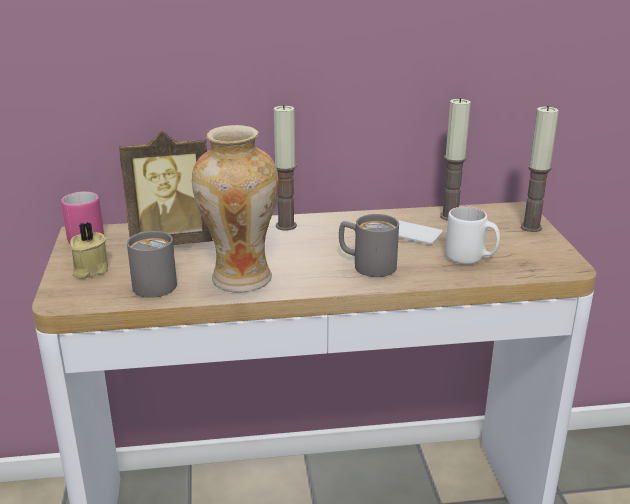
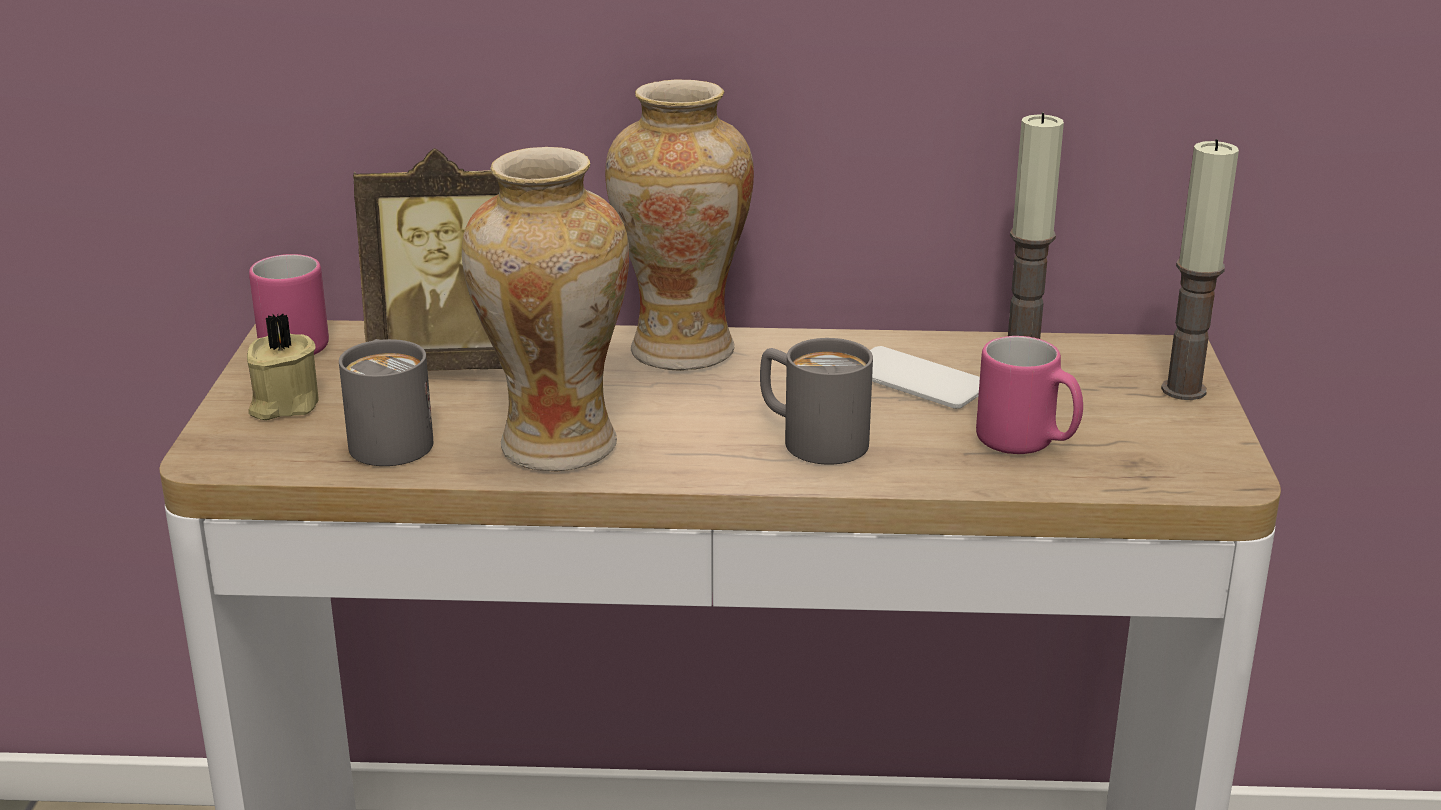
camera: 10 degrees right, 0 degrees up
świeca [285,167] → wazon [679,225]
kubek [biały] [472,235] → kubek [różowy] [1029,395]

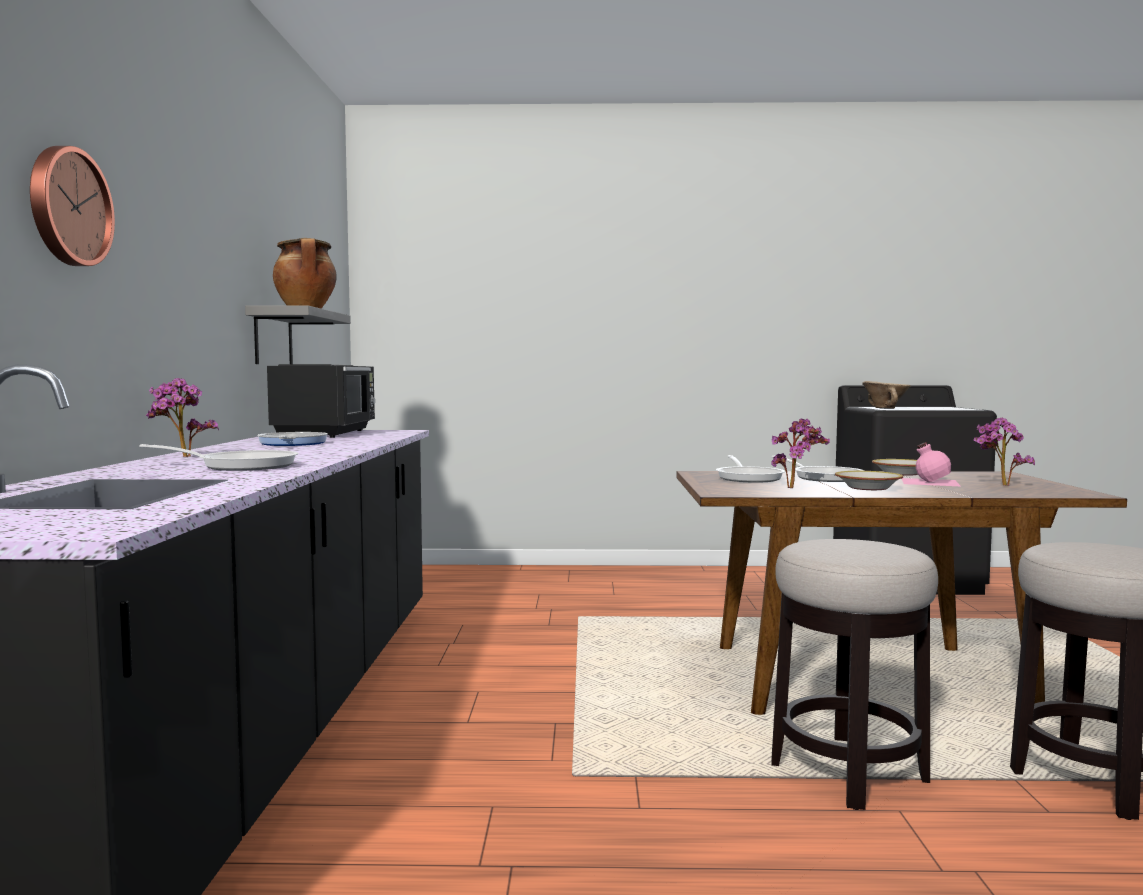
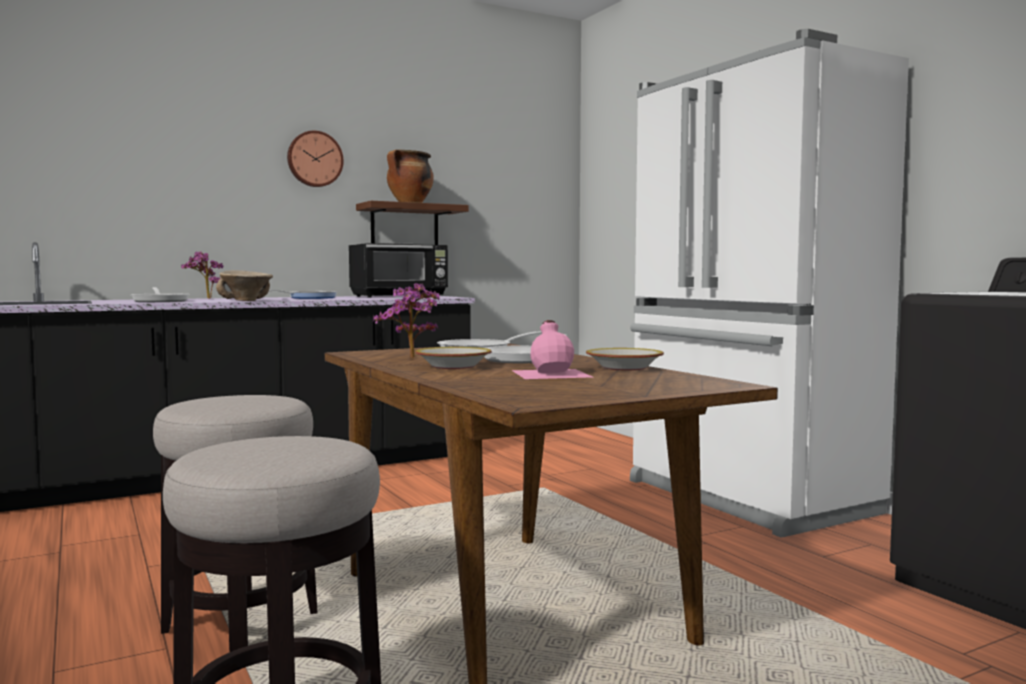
camera: 60 degrees right, 0 degrees up
zegar ścienny [72,206] → zegar ścienny [315,159], shifted
półka [szary] [298,334] → półka [brązowy] [412,223]
miska [beżowy] [886,395] → miska [beżowy] [244,285], shifted
roślina doniczkowa [1004,452] → -
- → lodówka [biały] [769,283]

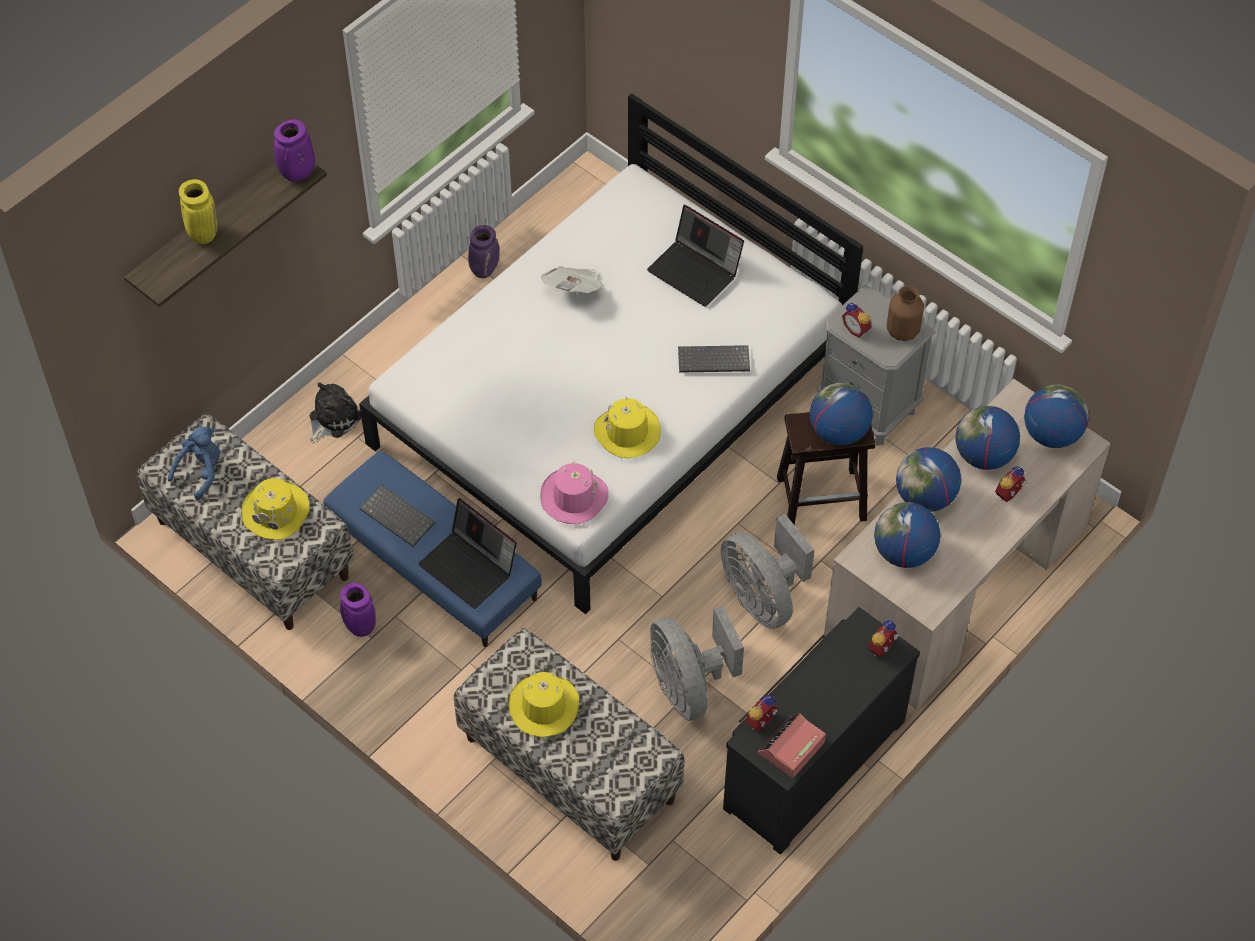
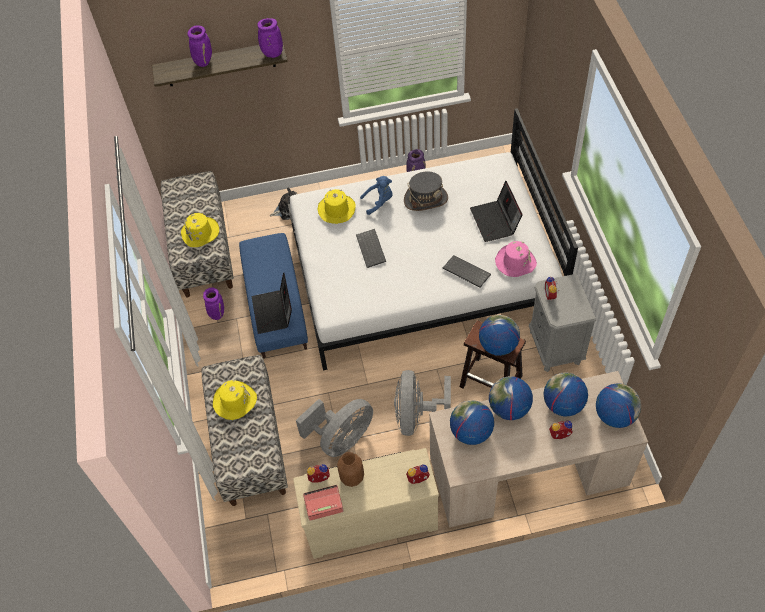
camera: 40 degrees right, 0 degrees up
wazon [żółty] [198,211] → wazon [fioletowy] [200,46]
gazeta [571,279] → kapelusz [szary] [426,191]
wazon [brązowy] [905,313] → wazon [brązowy] [350,469], shifted
kapelusz [żółty] [627,427] → kapelusz [żółty] [337,206], shifted
pluszak [niebieski] [194,463] → pluszak [niebieski] [376,195], shifted
kapelusz [różowy] [574,492] → kapelusz [różowy] [516,259], shifted
klawiatura [397,515] → klawiatura [371,248], shifted
wentylator [szary] [697,663] → wentylator [szary] [334,428], 150 degrees counterclockwise
komoda [czarny] [821,730] → komoda [beżowy] [366,503]

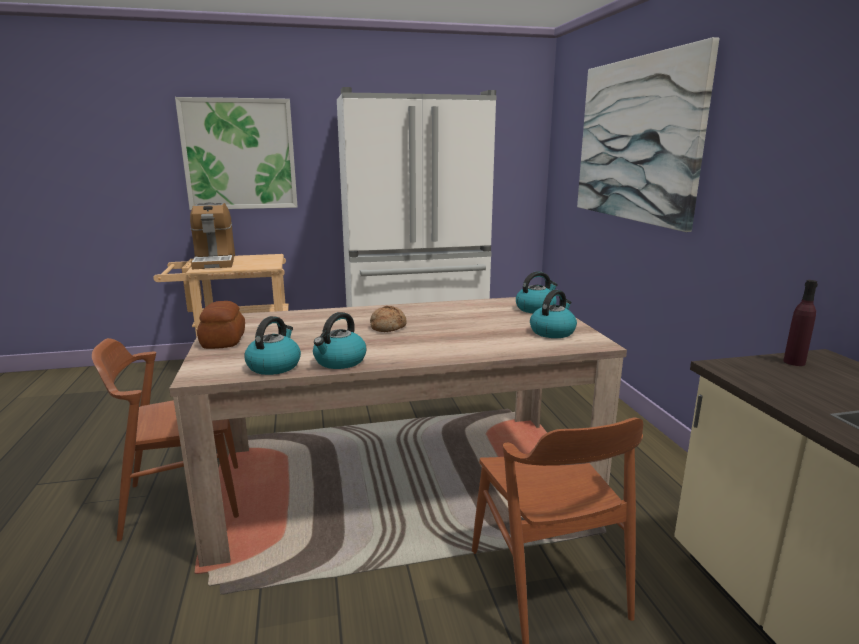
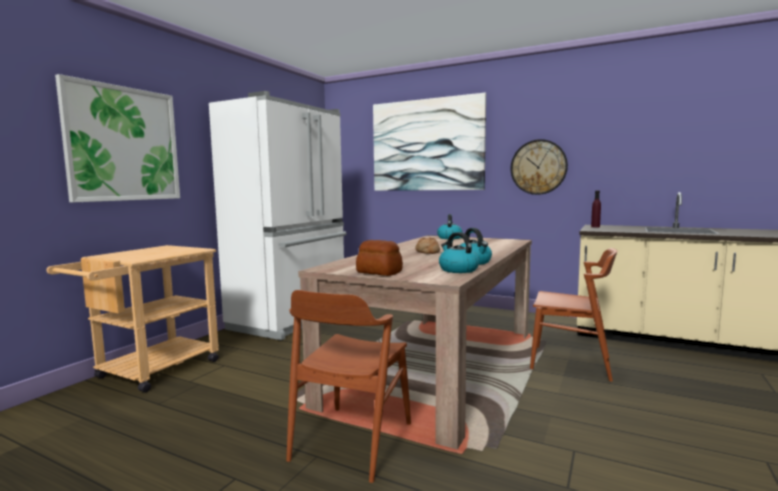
camera: 50 degrees left, 10 degrees down
ekspres do kawy [212,235] → -
czajnik [553,314] → -
- → zegar ścienny [539,167]

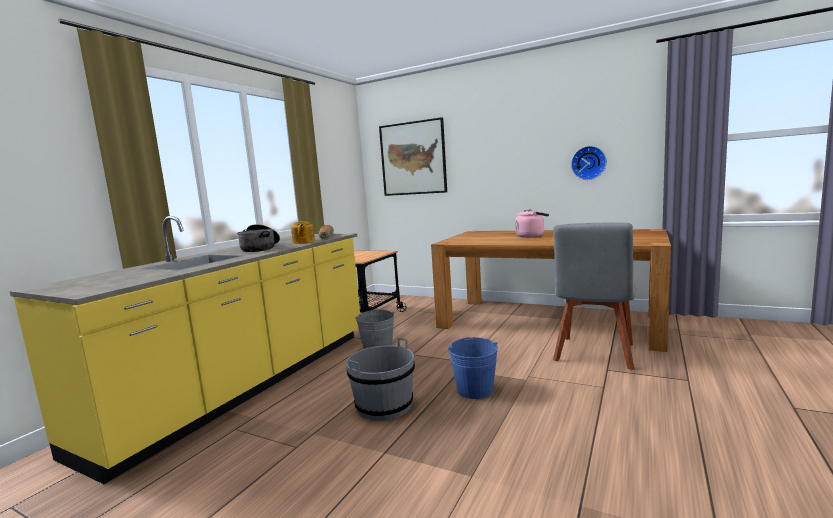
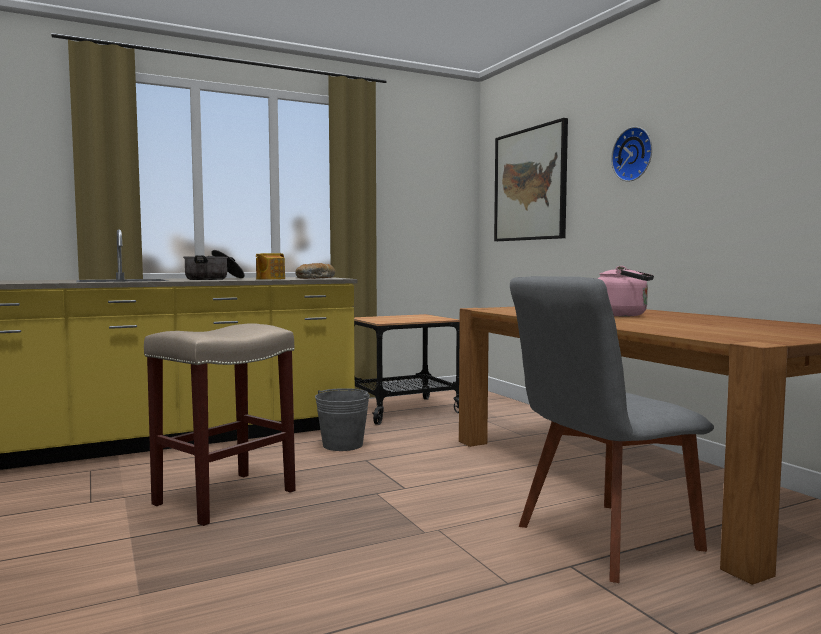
camera: 35 degrees right, 5 degrees down
zegar ścienny [589,163] → zegar ścienny [631,154], shifted
wiadro [szary] [380,379] → stołek [beżowy] [220,424]
wiadro [niebieski] [473,368] → -

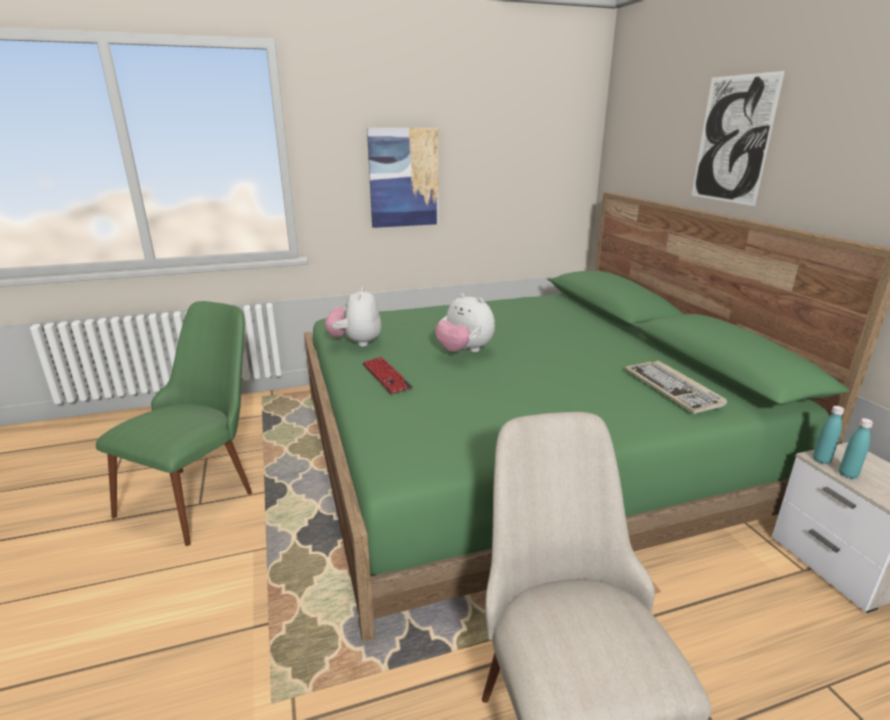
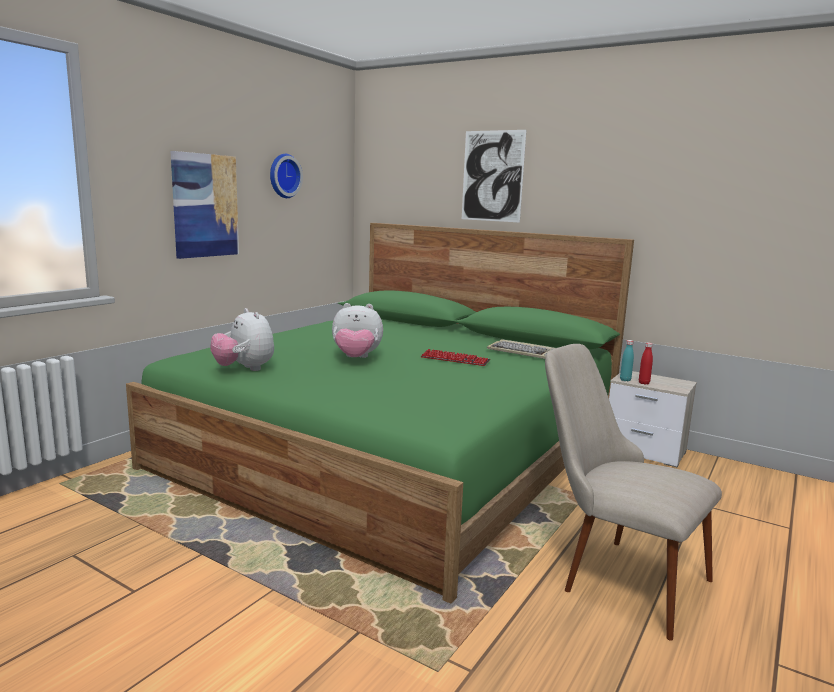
camera: 40 degrees left, 10 degrees down
krzesło [zielony] [174,423] → -
klawiatura [387,375] → klawiatura [455,357], shifted
butelka [turkusowy] [856,448] → butelka [czerwony] [646,363]
- → zegar ścienny [286,176]

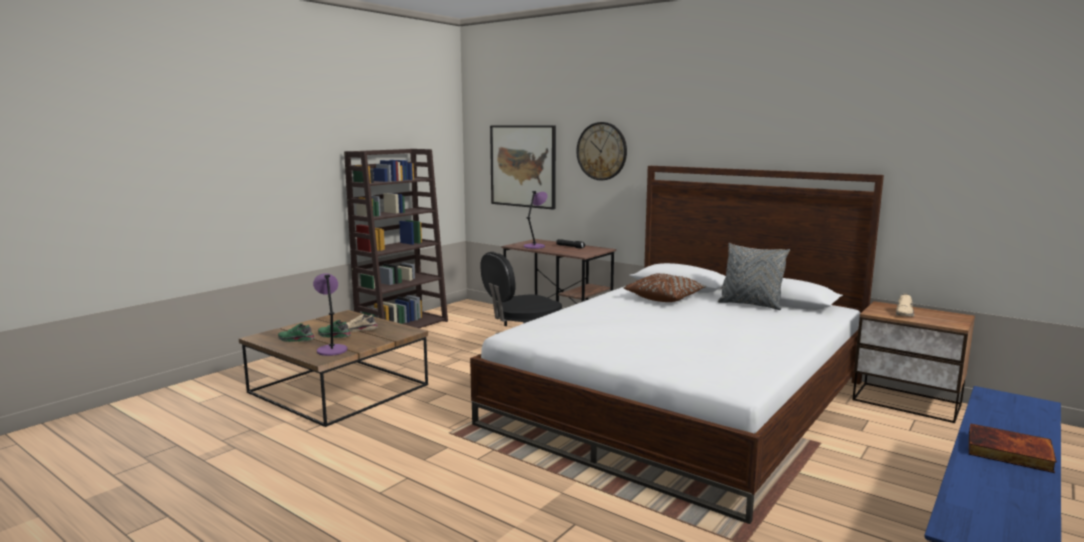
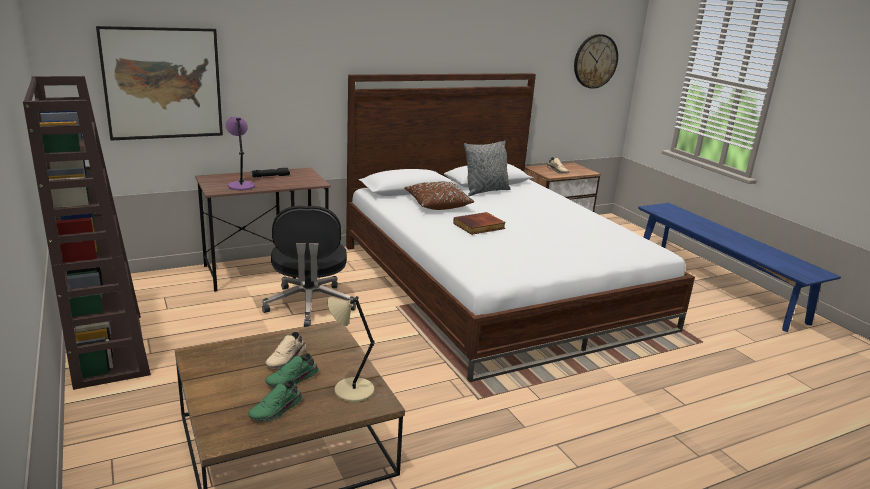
camera: 65 degrees left, 10 degrees up
zegar ścienny [602,151] → zegar ścienny [596,61], shifted
lampa stołowa [fioletowy] [330,314] → lampa stołowa [beżowy] [351,349]
książka [1013,448] → książka [479,223], shifted

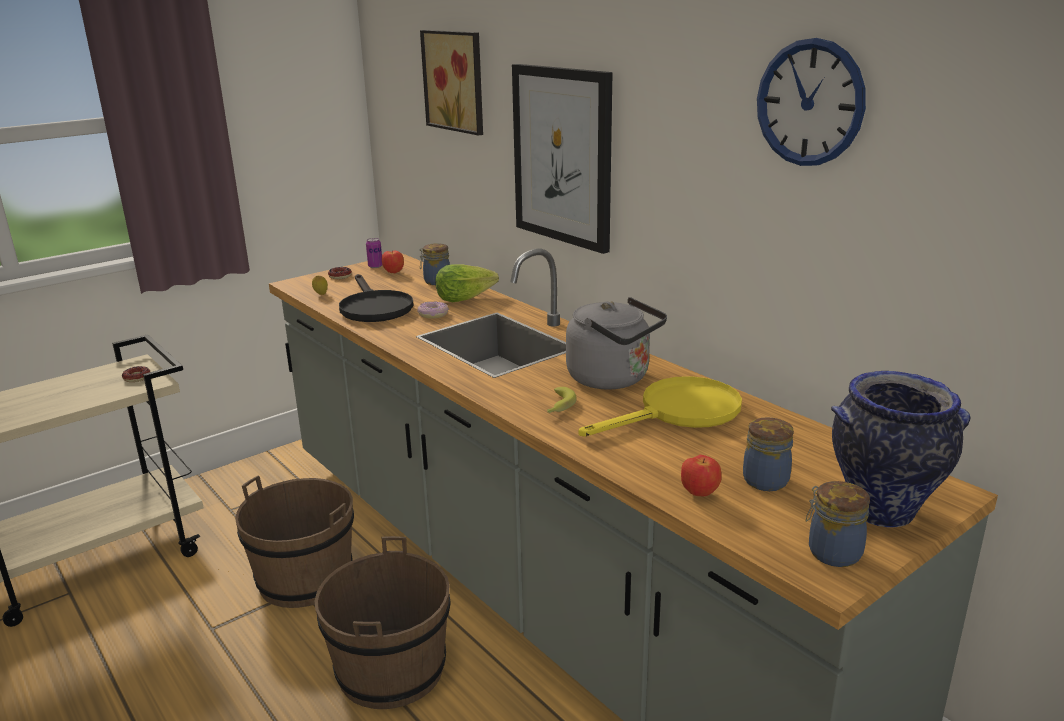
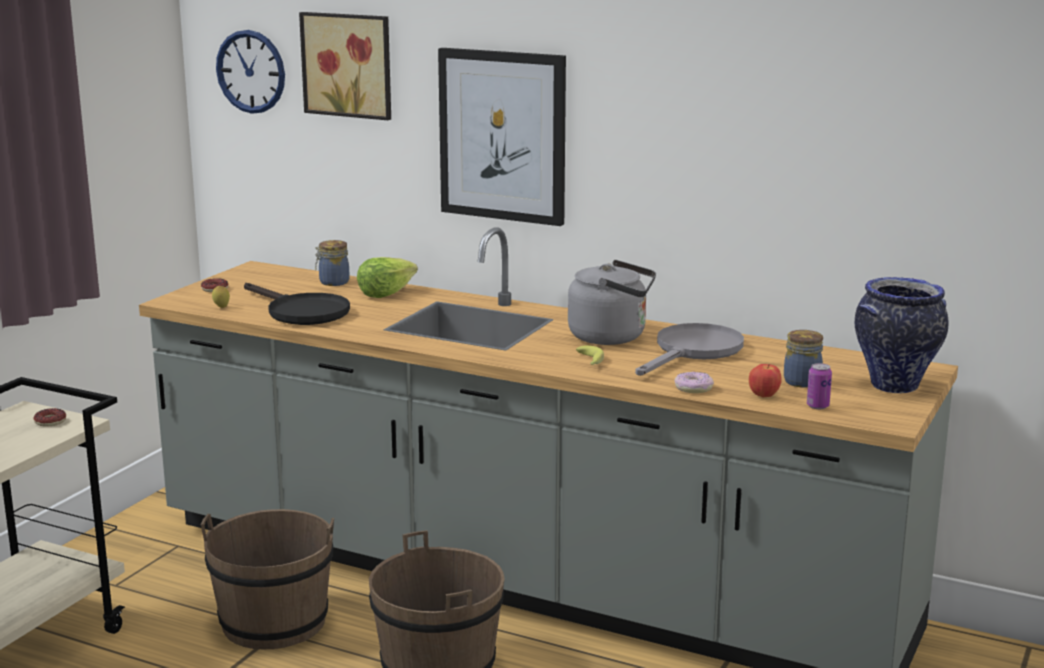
camera: 25 degrees left, 5 degrees down
zegar ścienny [811,102] → zegar ścienny [250,72], shifted
puszka [374,253] → puszka [819,386], shifted
jabłko [393,261] → -
donut [433,310] → donut [694,382], shifted
patelnia [żółty] [660,406] → patelnia [szary] [689,349]
słoik [838,524] → -

